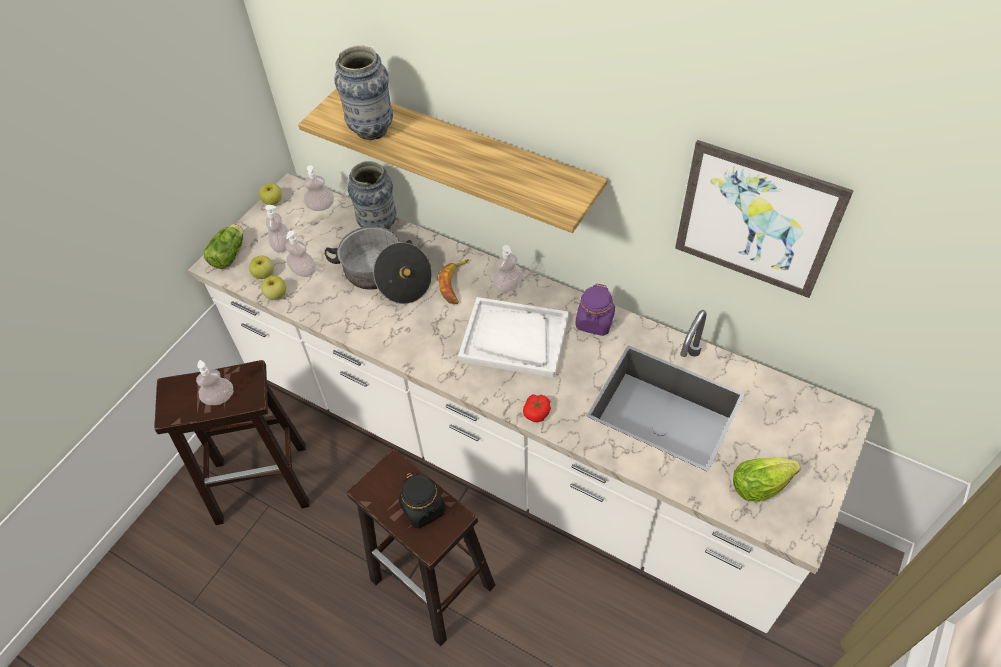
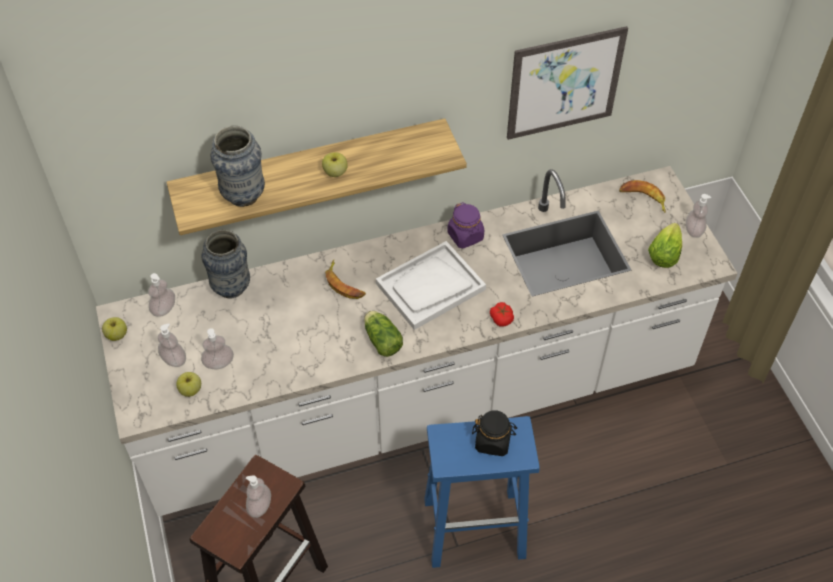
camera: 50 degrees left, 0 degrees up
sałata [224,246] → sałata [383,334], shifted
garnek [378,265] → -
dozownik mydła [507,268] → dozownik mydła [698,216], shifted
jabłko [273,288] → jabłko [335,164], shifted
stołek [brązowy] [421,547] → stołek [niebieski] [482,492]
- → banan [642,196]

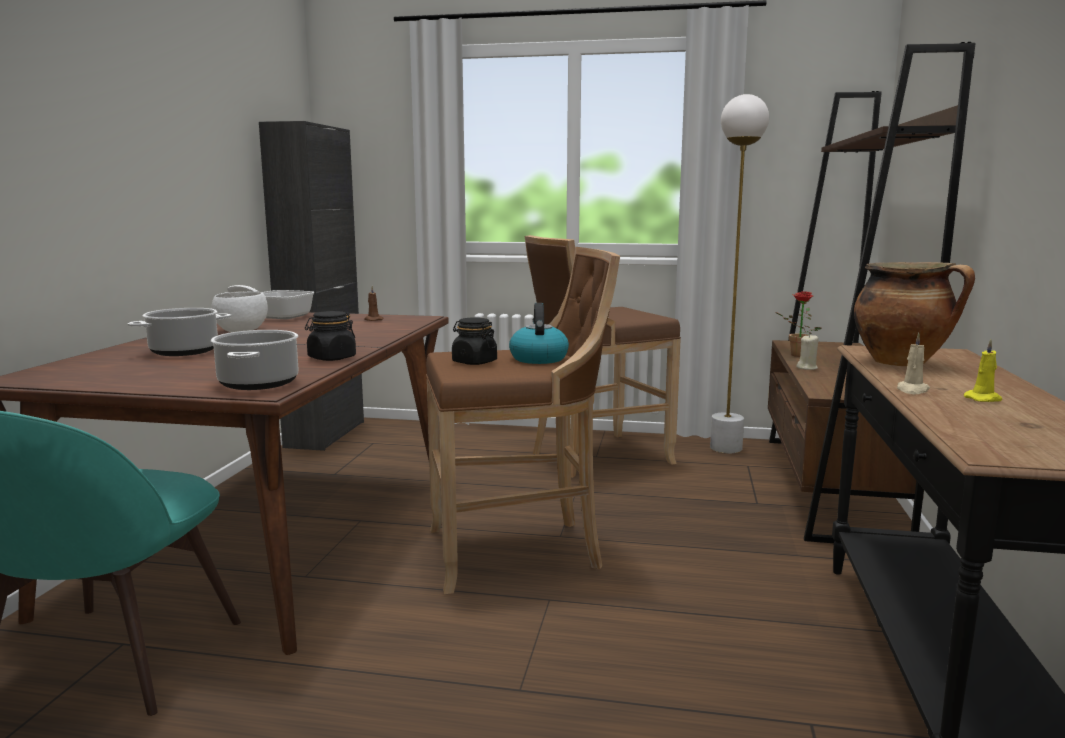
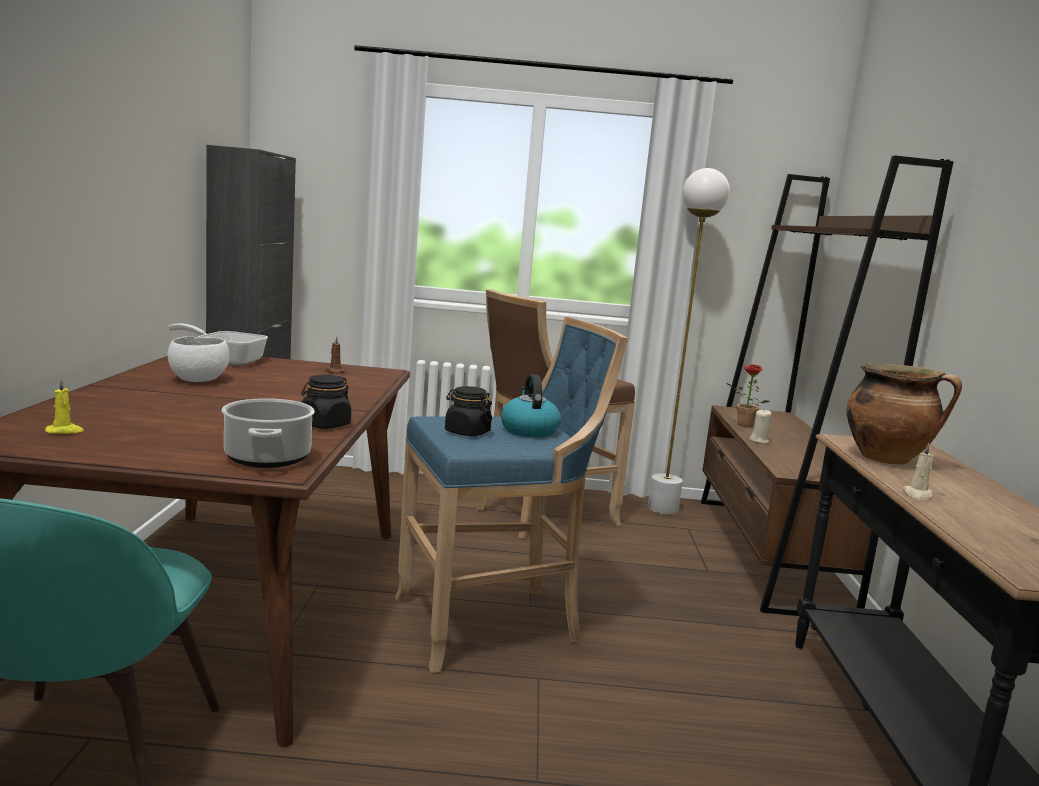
camera: 10 degrees left, 0 degrees up
stołek [brązowy] [523,420] → stołek [niebieski] [511,495]
garnek [179,332] → -
świeca [żółty] [983,371] → świeca [żółty] [64,406], shifted

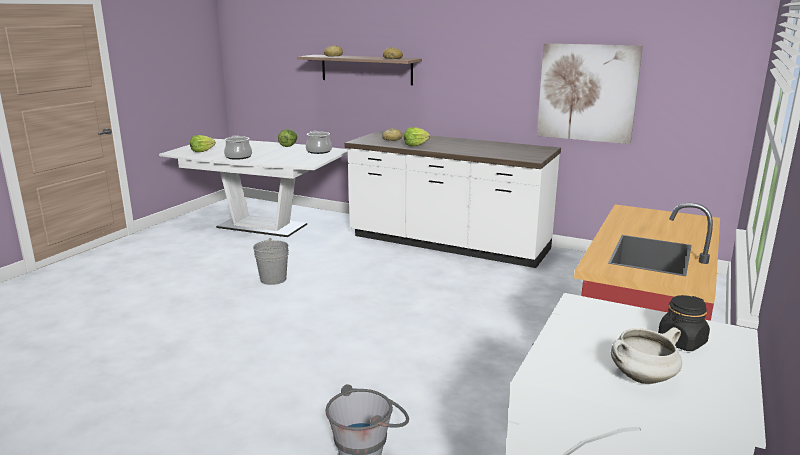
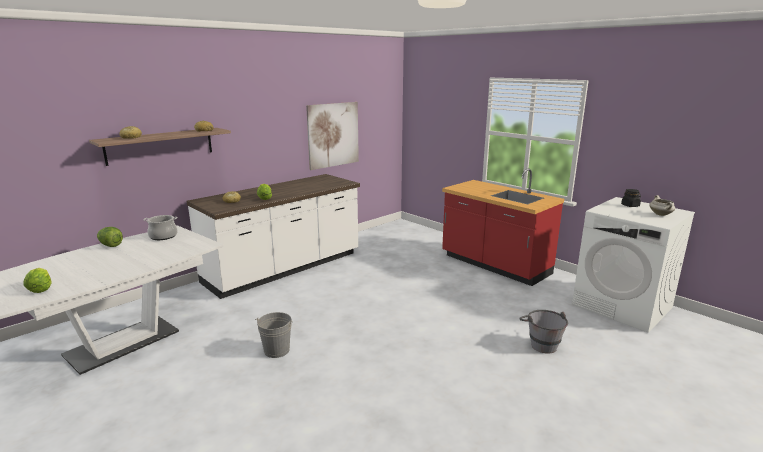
camera: 70 degrees left, 0 degrees up
garnek [238,147] → -

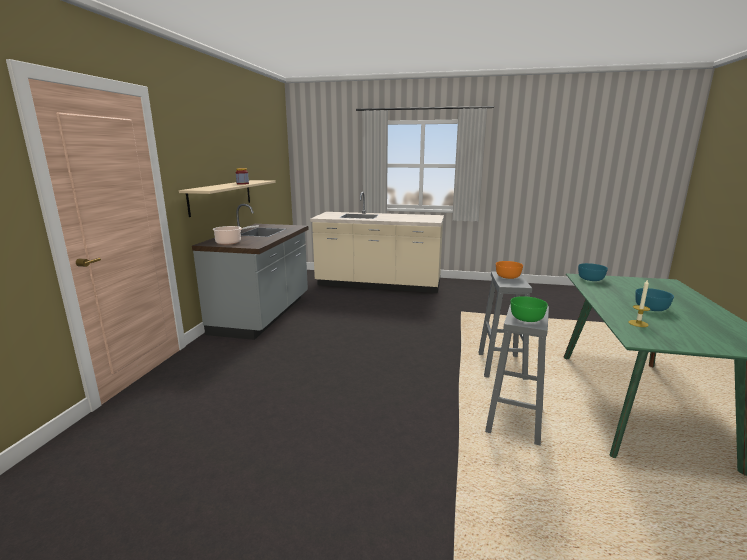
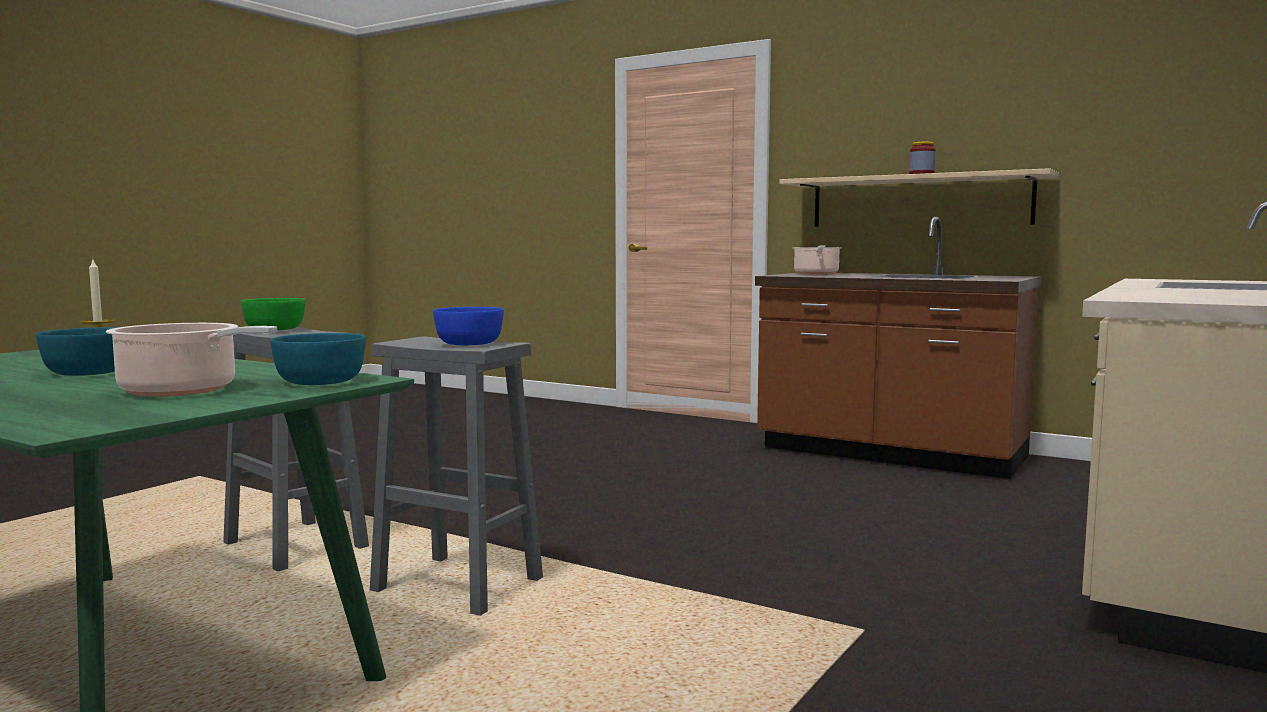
camera: 110 degrees right, 10 degrees down
zabudowa kuchenna [szary] [250,272] → zabudowa kuchenna [brązowy] [898,348]
miska [pomarańczowy] [509,270] → miska [niebieski] [468,326]
- → garnek [191,360]

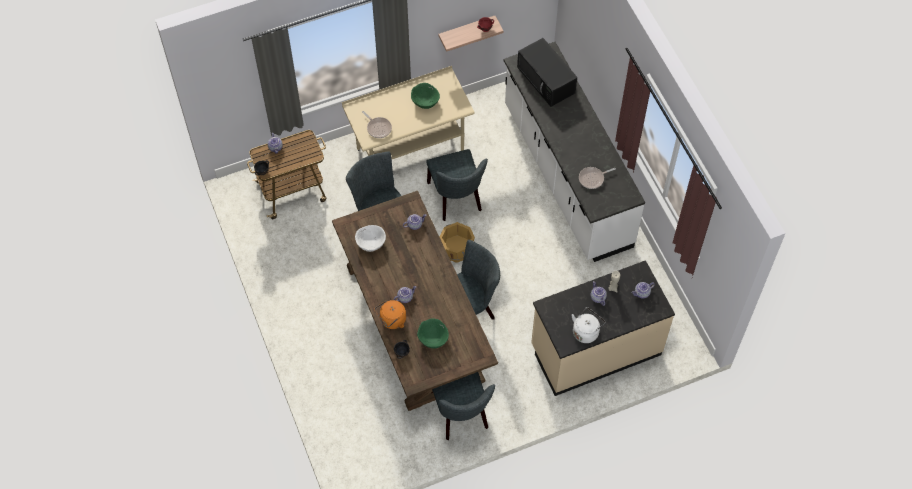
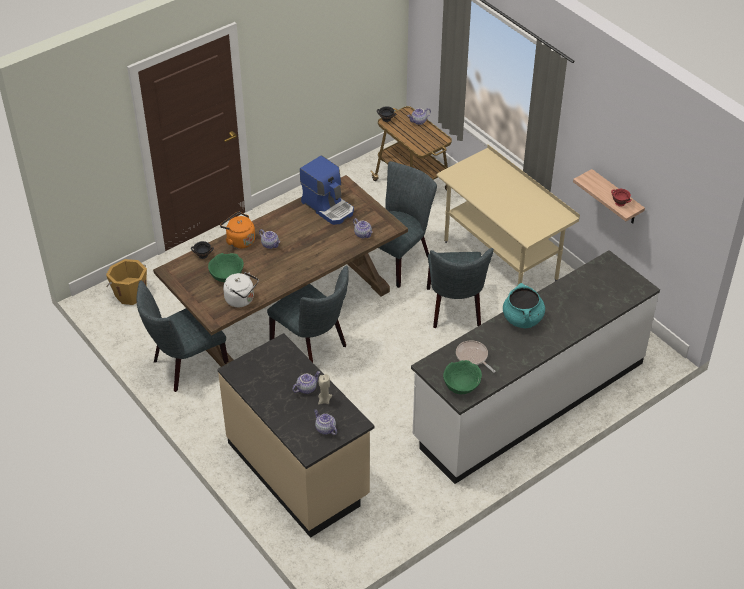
camera: 75 degrees right, 15 degrees down
mikrofalówka [czarny] [547,72] → -
miska [zielony] [425,96] → miska [zielony] [462,377], shifted
patelnia [377,124] → -
krzesło [szary] [457,185] → krzesło [szary] [460,288], 60 degrees counterclockwise
wiadro [pomarańczowy] [457,242] → wiadro [pomarańczowy] [126,282], shifted
miska [biały] [370,238] → ekspres do kawy [327,190]
czajnik [biały] [589,325] → czajnik [biały] [241,289], shifted
- → garnek [turkusowy] [524,305]

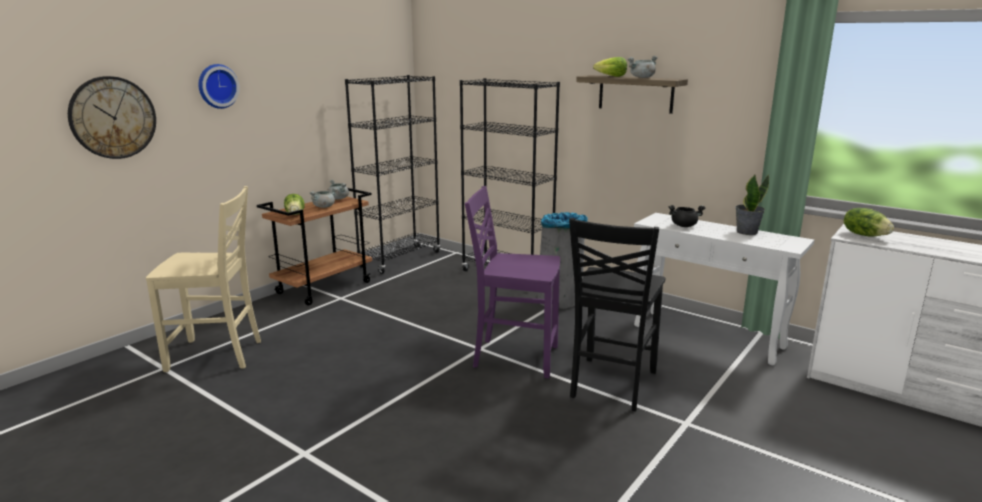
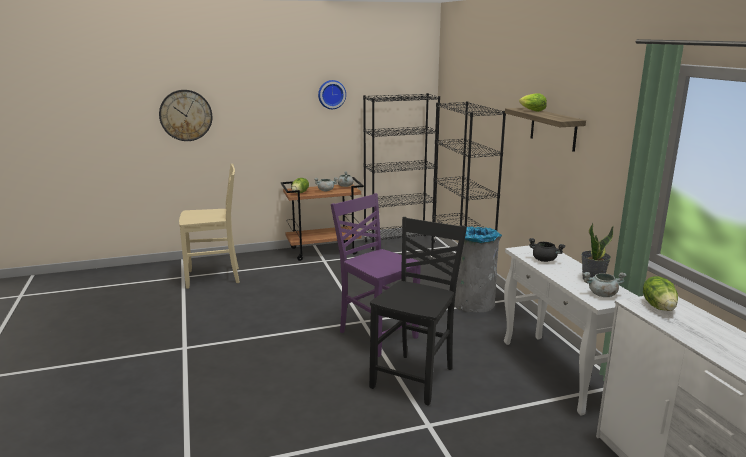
camera: 35 degrees right, 0 degrees up
garnek [szary] [642,66] → garnek [szary] [605,284], shifted
zegar ścienny [219,86] → zegar ścienny [332,94], shifted
krzesło [beżowy] [203,279] → krzesło [beżowy] [209,226], 45 degrees counterclockwise
krzesło [czarny] [617,314] → krzesło [czarny] [418,311], 150 degrees clockwise

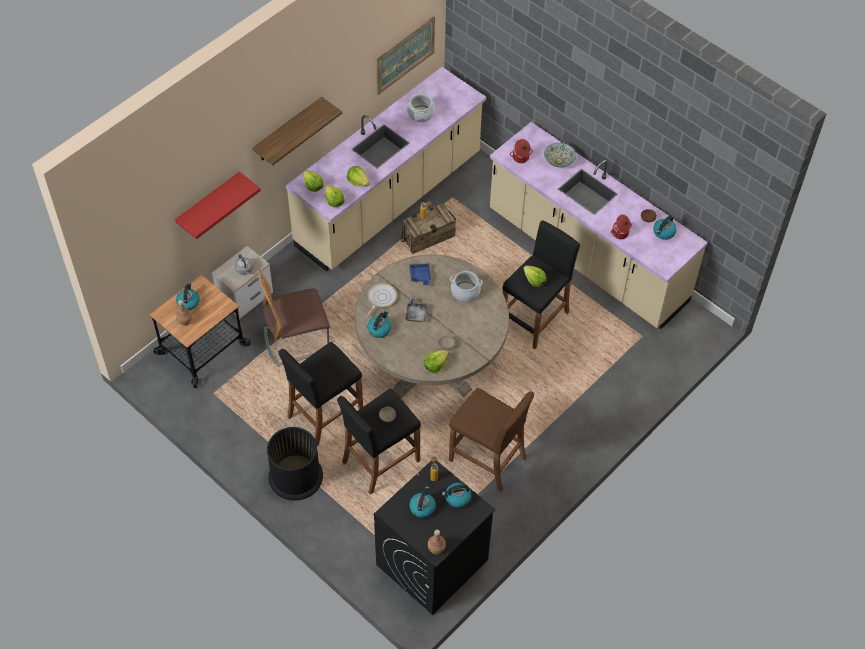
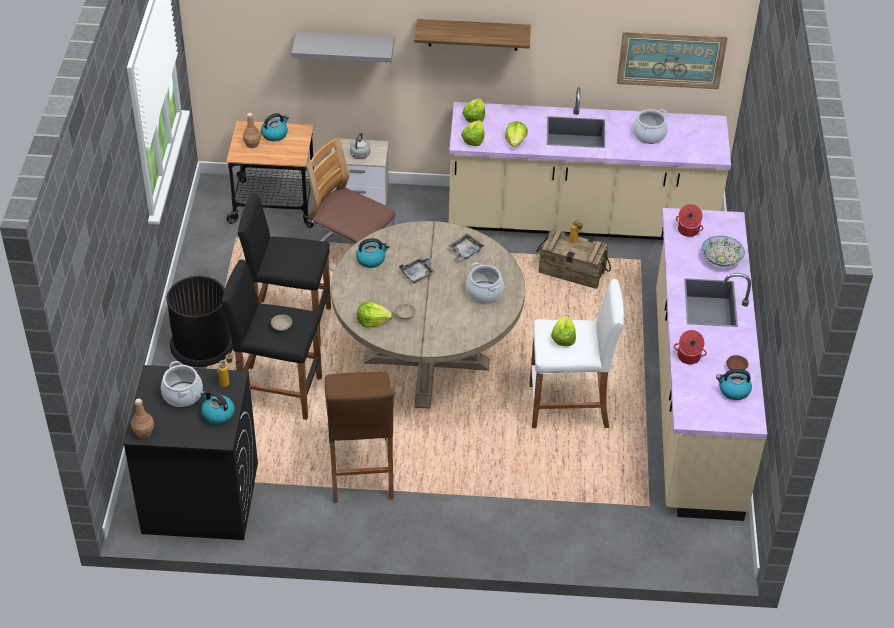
camera: 50 degrees right, 10 degrees down
półka [czerwony] [218,205] → półka [szary] [343,47]
stołek [czarny] [541,284] → stołek [biały] [576,353]
taca [niebieski] [420,274] → taca [szary] [466,247]
patelnia [381,300] → -
czajnik [422,502] → garnek [182,384]

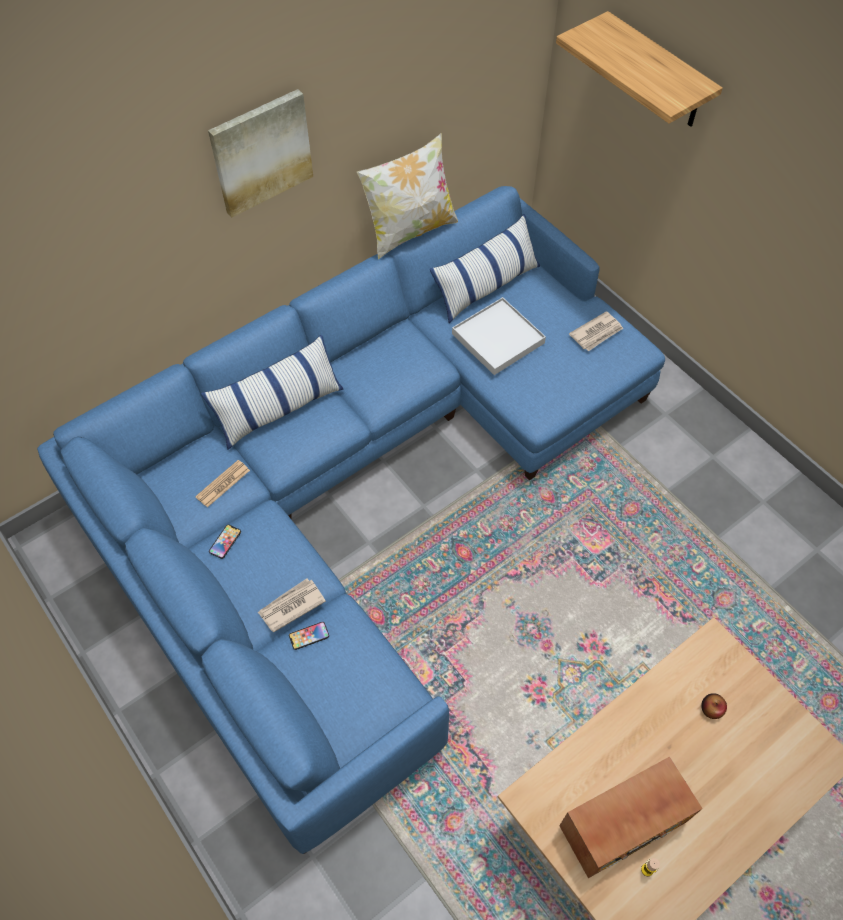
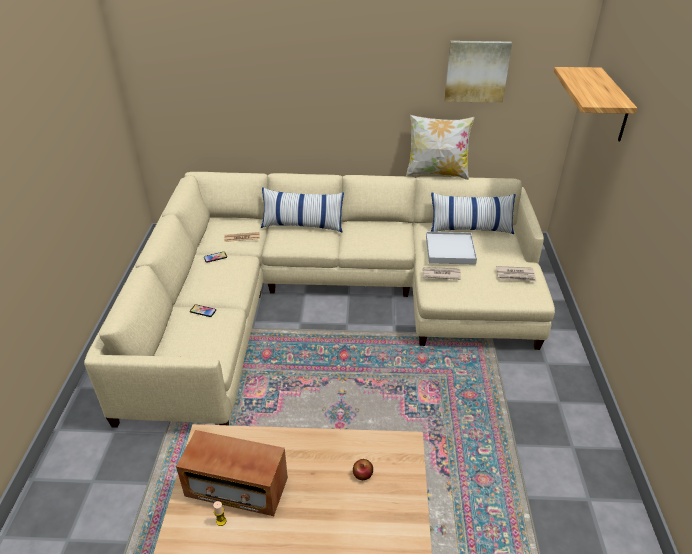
camera: 40 degrees right, 20 degrees down
obraz [260,153] → obraz [478,72], shifted
kanapa [niebieski] [351,520] → kanapa [beżowy] [319,300]
gazeta [292,605] → gazeta [441,273], shifted

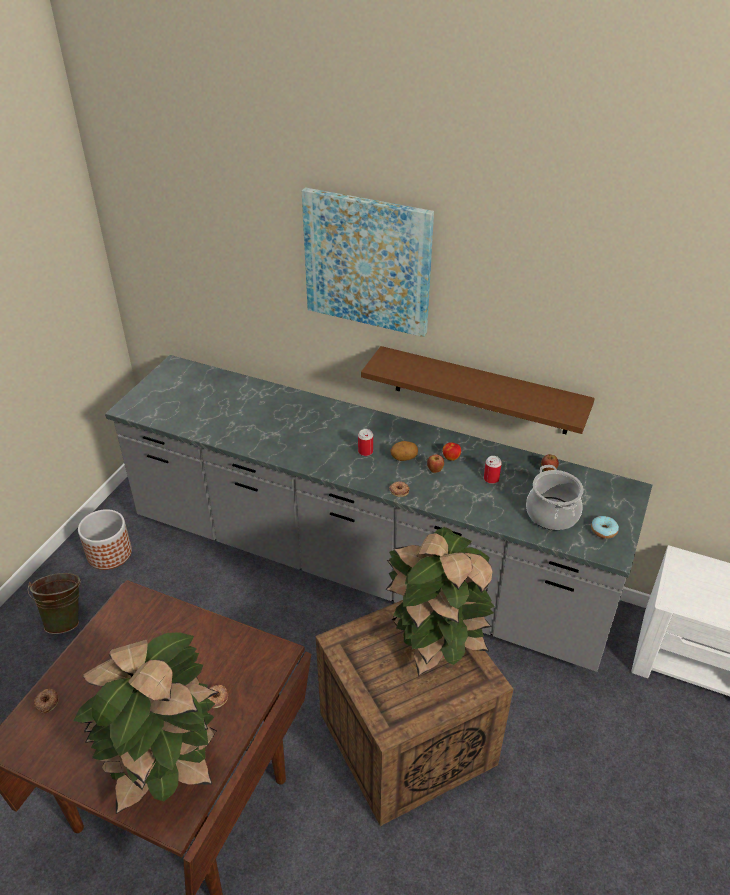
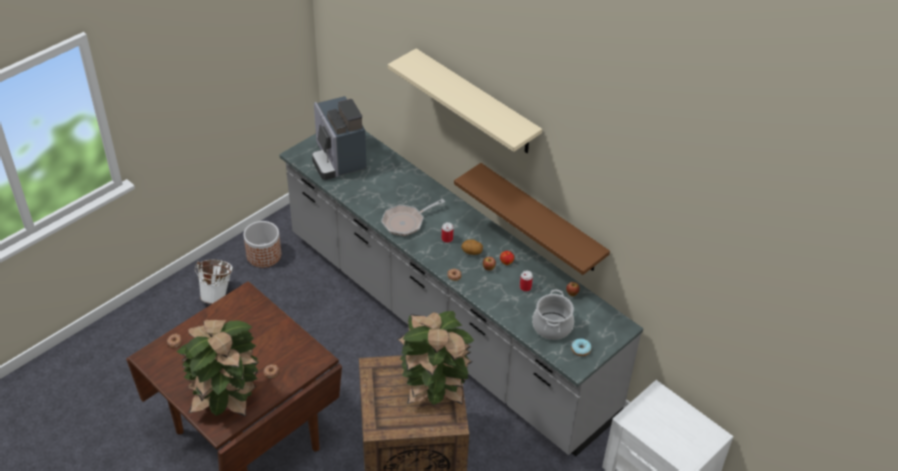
camera: 20 degrees right, 5 degrees up
obraz [368,262] → półka [beżowy] [465,100]
wiadro [zielony] [54,603] → wiadro [biały] [214,282]
- → ekspres do kawy [339,138]
- → patelnia [413,217]

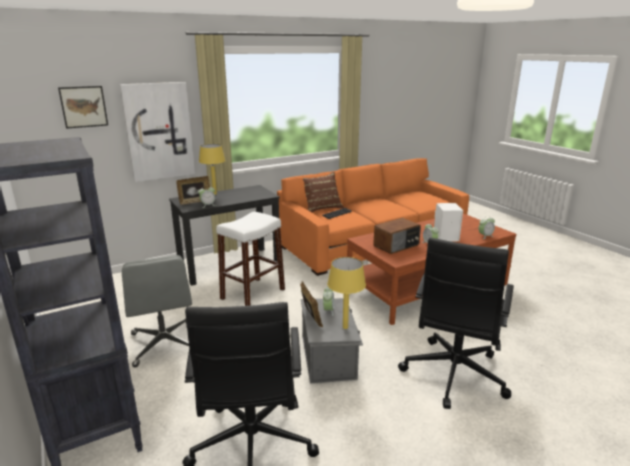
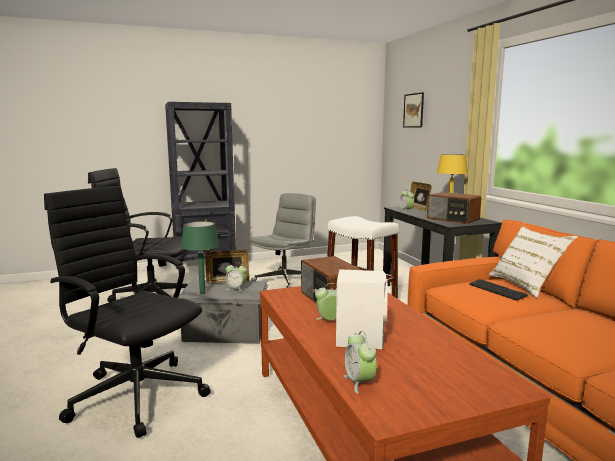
camera: 100 degrees right, 10 degrees down
obraz [157,132] → -
poduszka [brązowy] [323,192] → poduszka [biały] [533,262]
krzesło biurowe [szary] [157,311] → krzesło biurowe [szary] [282,240], 135 degrees clockwise
lampa stołowa [żółty] [346,293] → lampa stołowa [zielony] [200,257]
- → radio [454,208]

